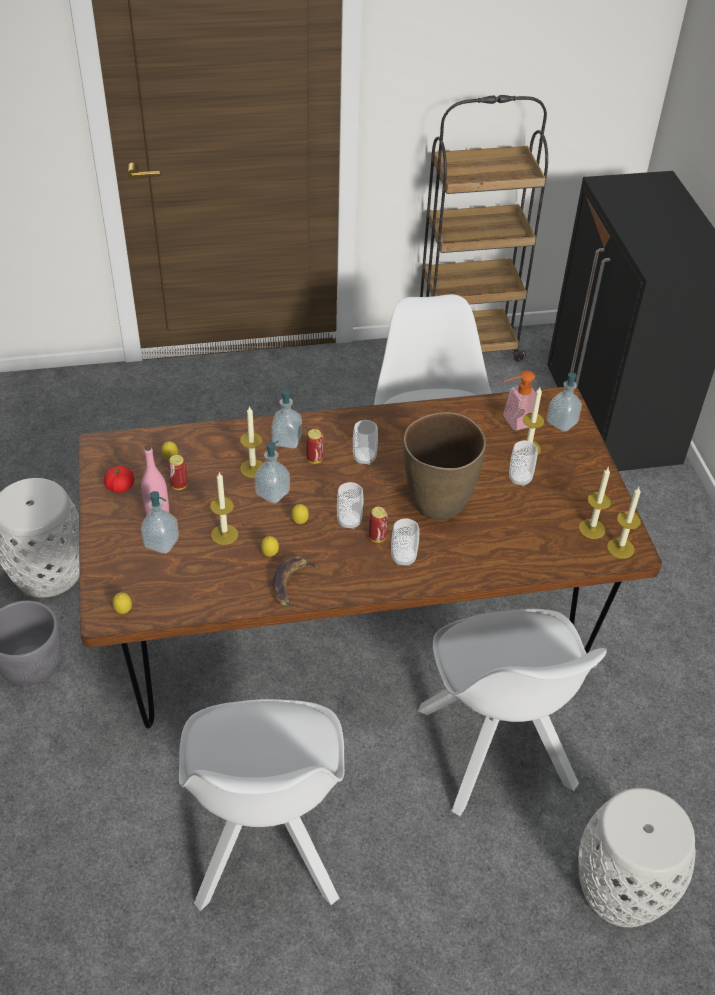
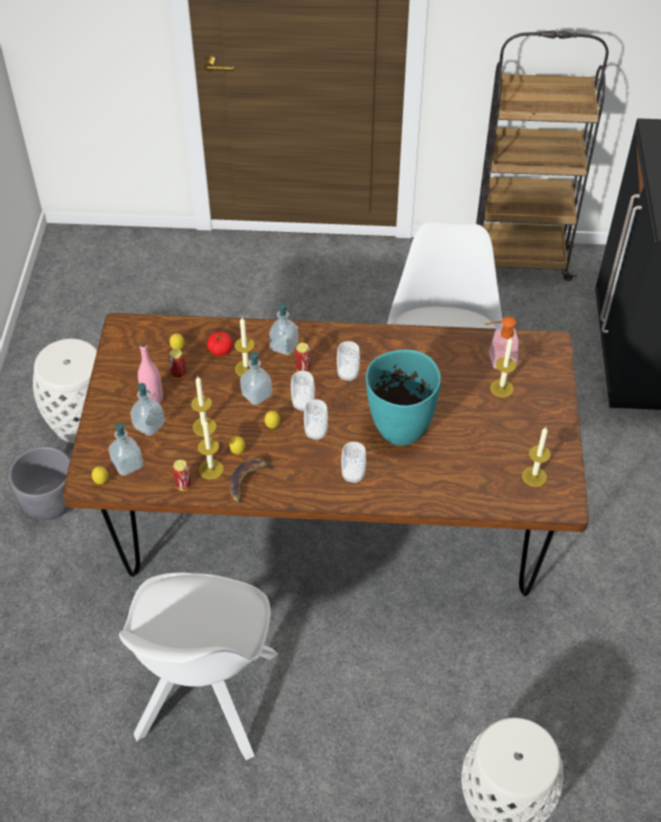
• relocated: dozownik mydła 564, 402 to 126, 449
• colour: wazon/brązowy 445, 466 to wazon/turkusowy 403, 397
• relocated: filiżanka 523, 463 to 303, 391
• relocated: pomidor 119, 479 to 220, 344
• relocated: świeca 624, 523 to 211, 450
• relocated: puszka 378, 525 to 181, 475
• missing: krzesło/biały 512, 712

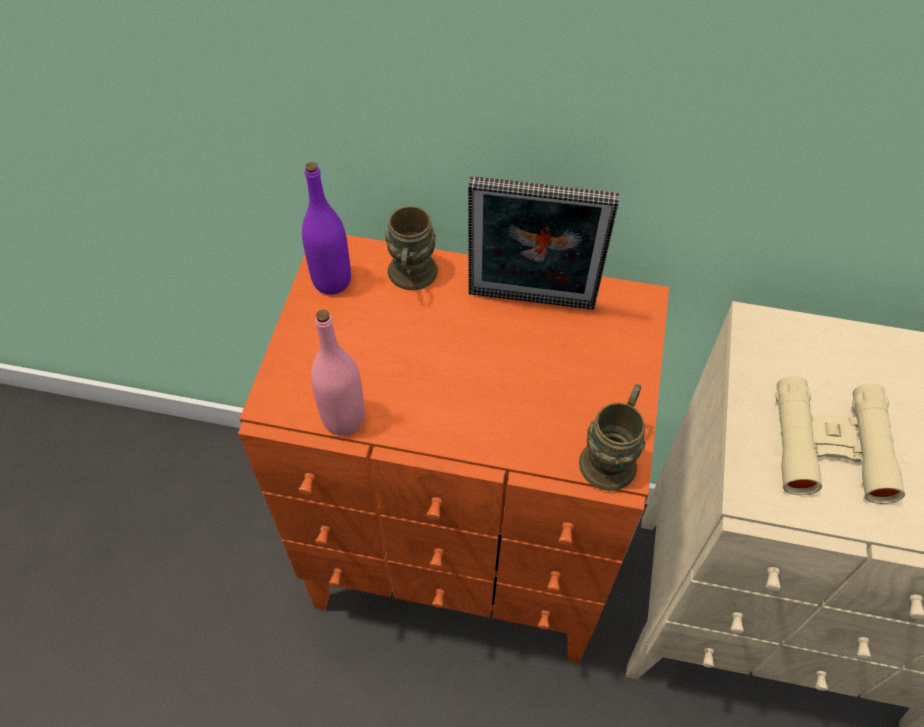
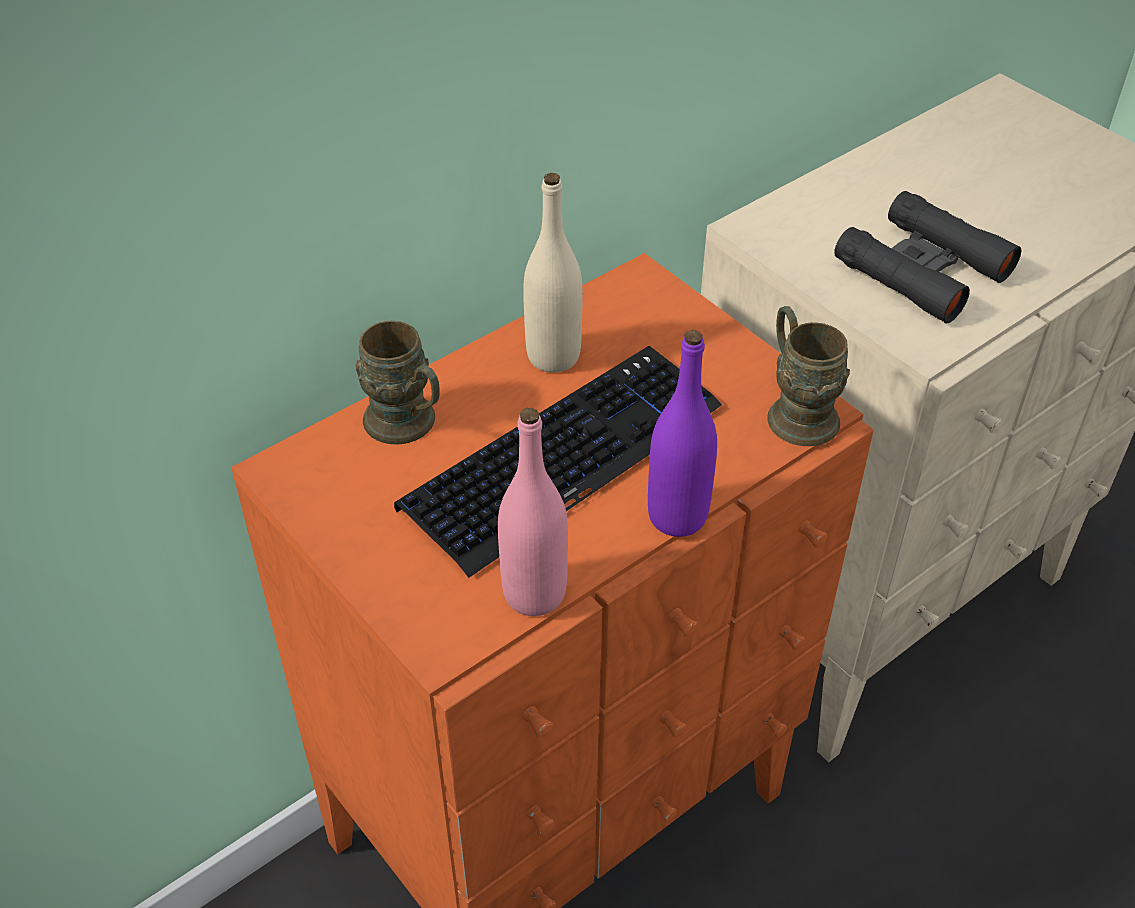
• relocated: butelka/fioletowy 326, 228 to 682, 433
• exchanged: ramka na zdjęcie 544, 243 to butelka/beżowy 553, 273
• colour: lornetka/beżowy 840, 440 to lornetka/czarny 927, 257
• appeared: klawiatura 558, 462

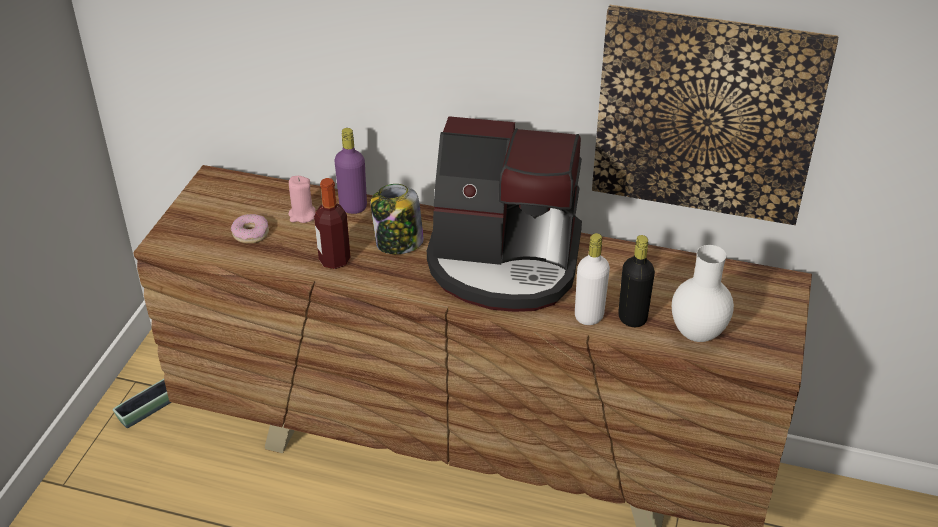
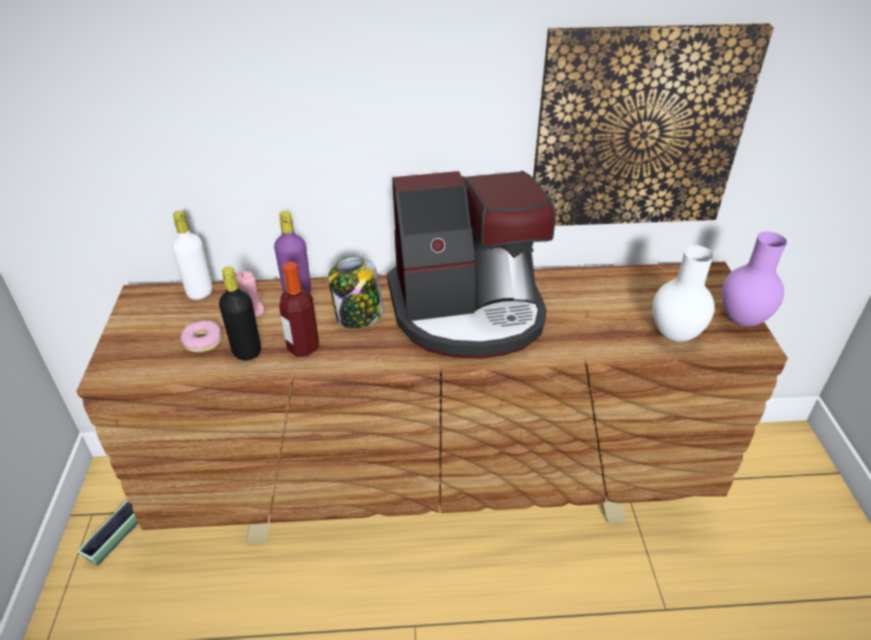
• relocated: butelka/biały 592, 279 to 192, 255
• relocated: butelka/czarny 636, 281 to 240, 313
• appeared: wazon/fioletowy 754, 279

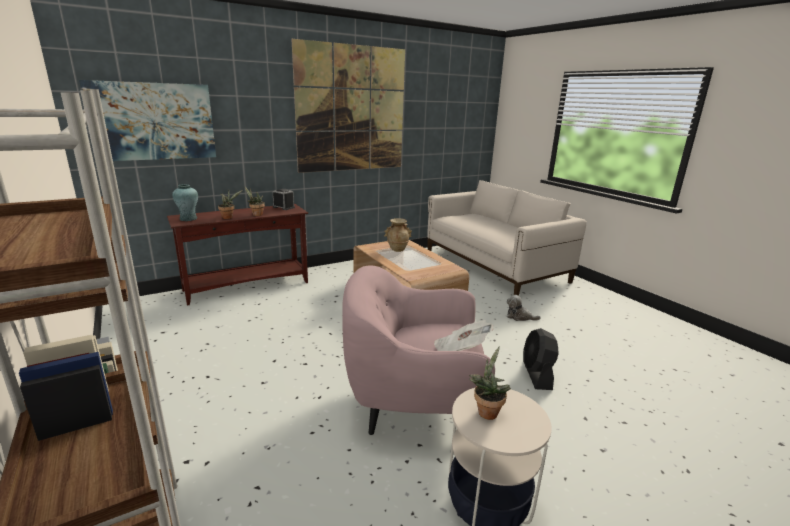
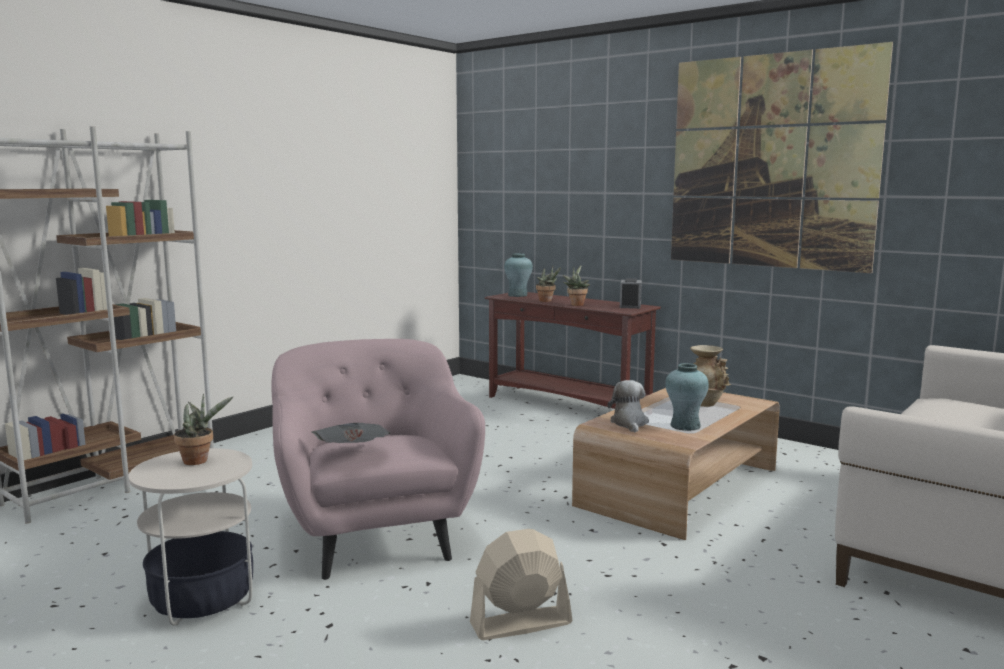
• missing: obraz 147, 120
• relocated: pluszak 524, 308 to 628, 406
• colour: wentylator/czarny 540, 359 to wentylator/beżowy 521, 584
• appeared: wazon/turkusowy 687, 397

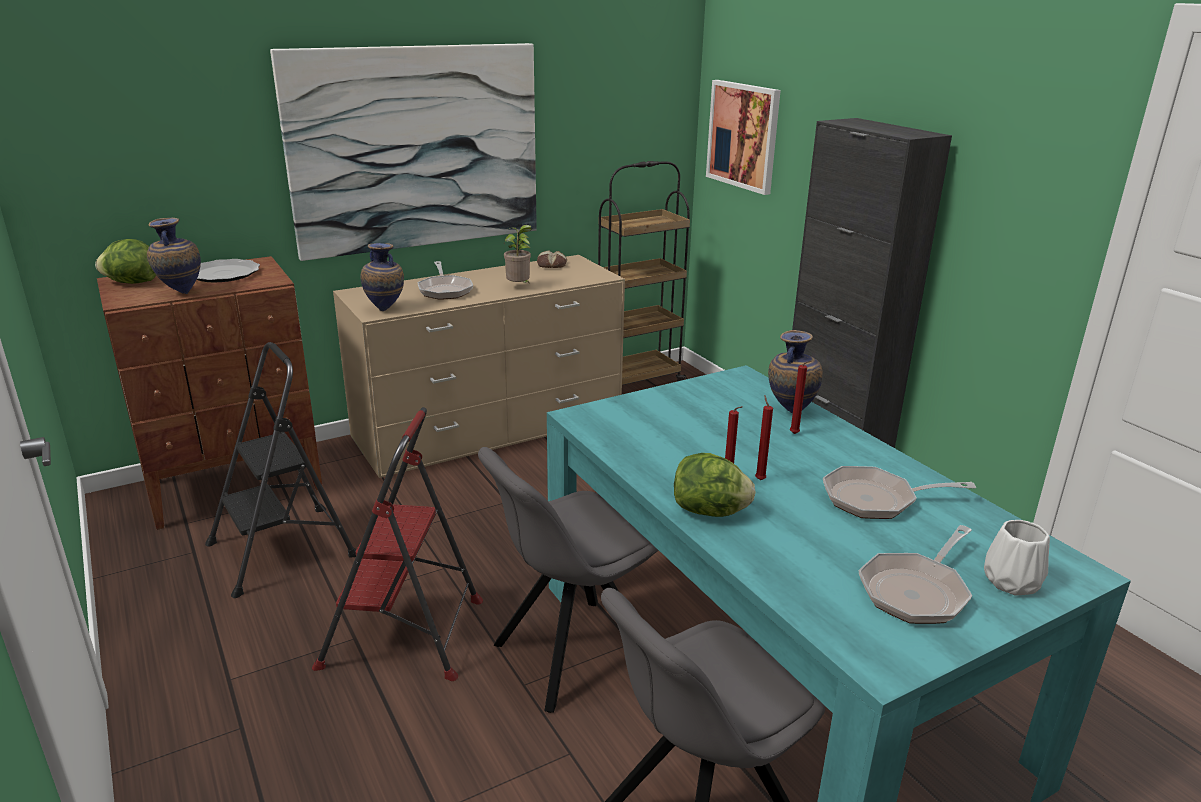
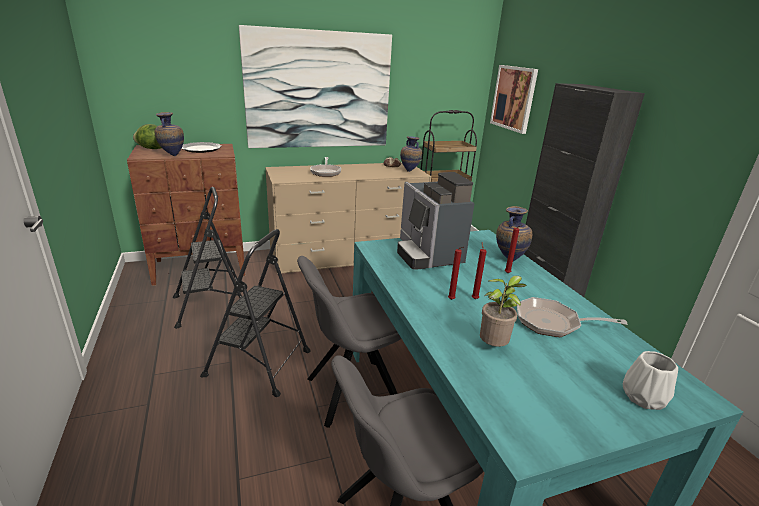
• relocated: roślina doniczkowa 518, 254 to 503, 311
• relocated: wazon 382, 277 to 411, 154
• colour: drabinka/czerwony 397, 544 to drabinka/czarny 255, 313
• missing: sałata 715, 485
• missing: patelnia 916, 574
• appeared: ekspres do kawy 436, 221

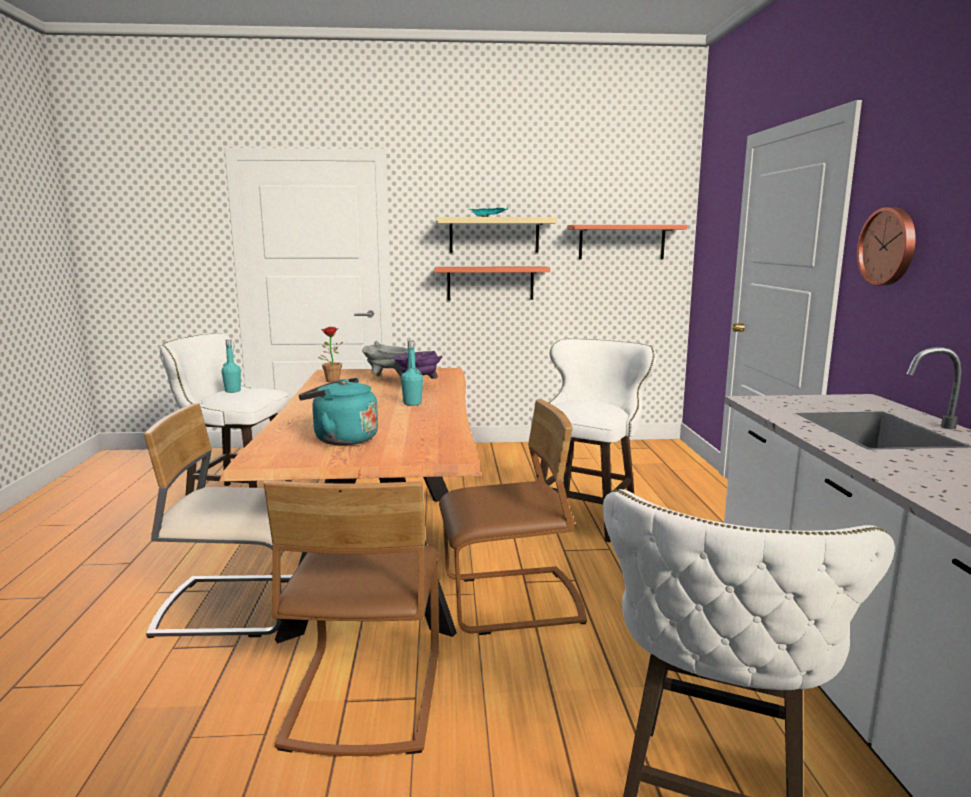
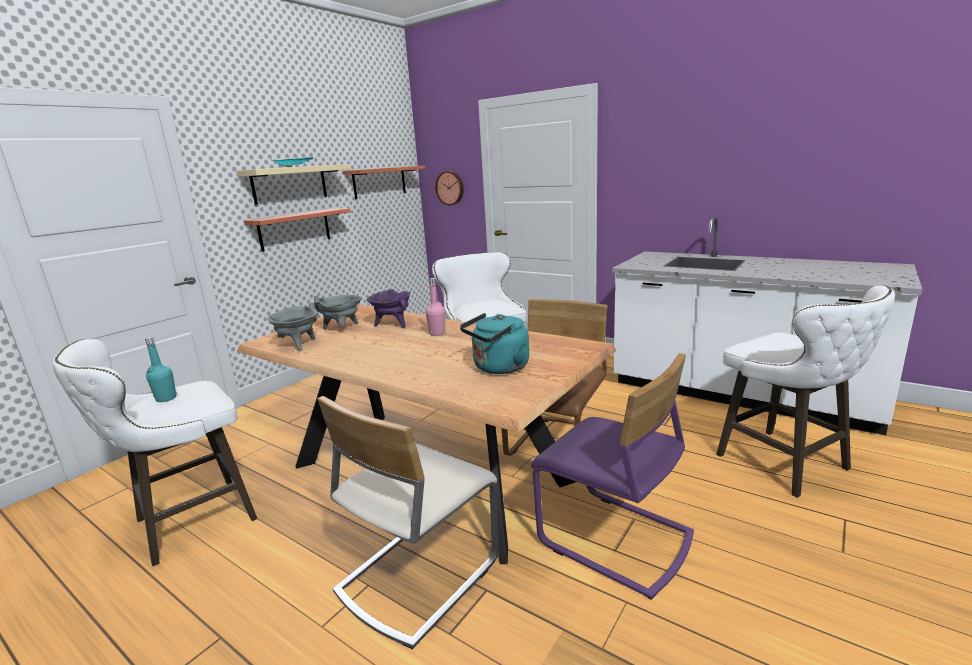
• relocated: zegar ścienny 886, 246 to 449, 188
• exchanged: roślina doniczkowa 330, 354 to garnek/szary 293, 327
• colour: butelka/turkusowy 412, 373 to butelka/różowy 435, 307
• colour: krzesło/brązowy 351, 618 to krzesło/fioletowy 612, 476

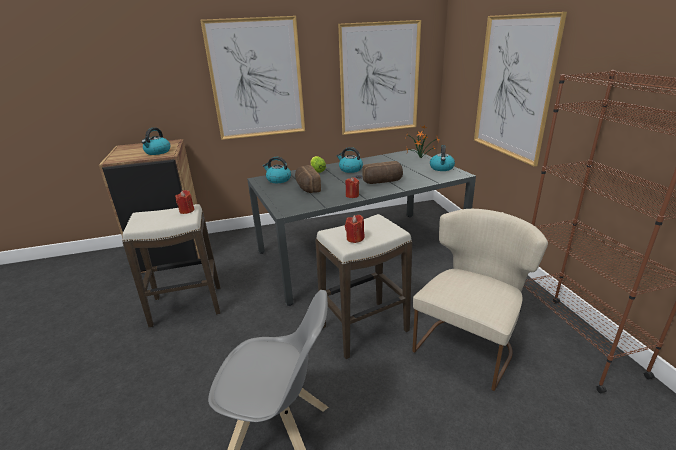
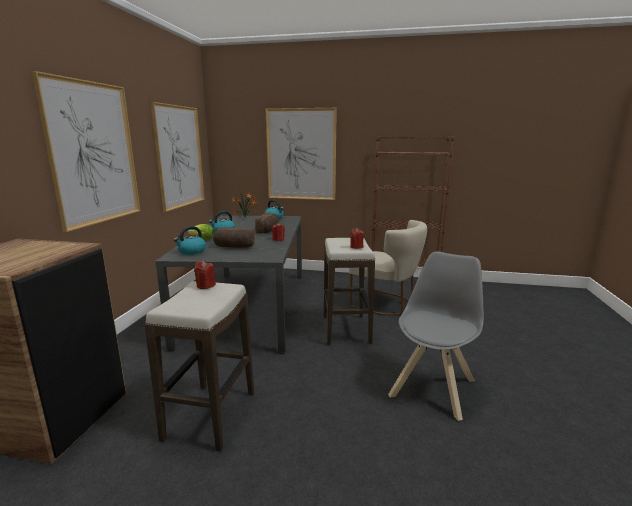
• missing: czajnik 155, 141
• spun: krzesło/beżowy 480, 300 = 388, 268 150 degrees clockwise

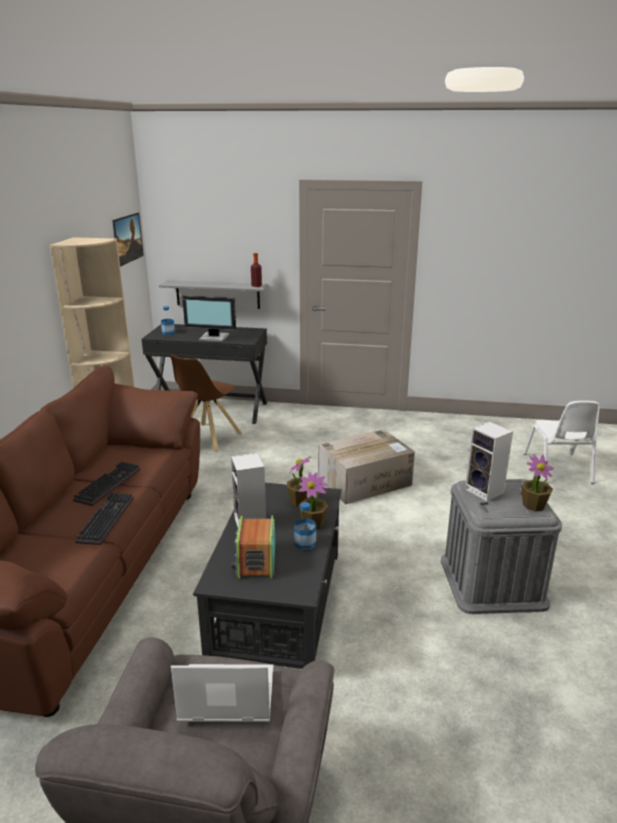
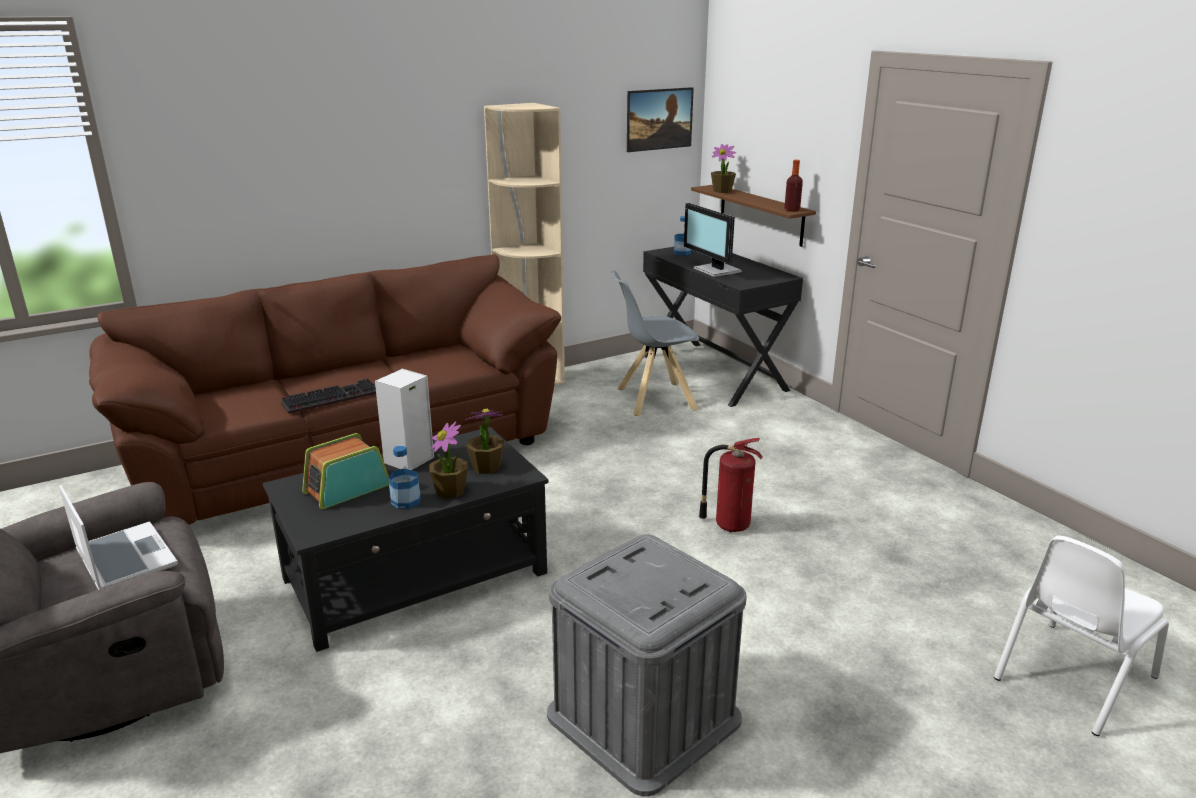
• colour: półka/szary 214, 294 to półka/brązowy 753, 216
• colour: krzesło/brązowy 206, 403 to krzesło/szary 655, 343
• missing: głośnik 489, 461
• exchanged: karton 366, 466 to gaśnica 731, 485
• relocated: roślina doniczkowa 537, 483 to 723, 168
• missing: klawiatura 106, 484

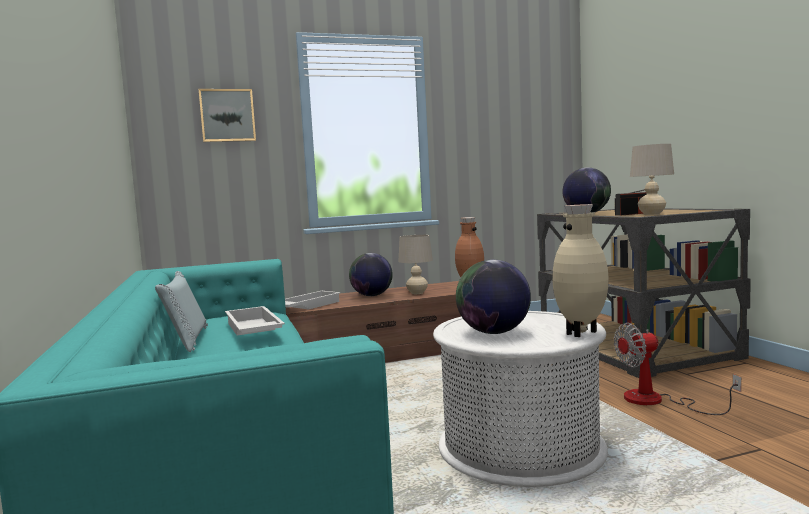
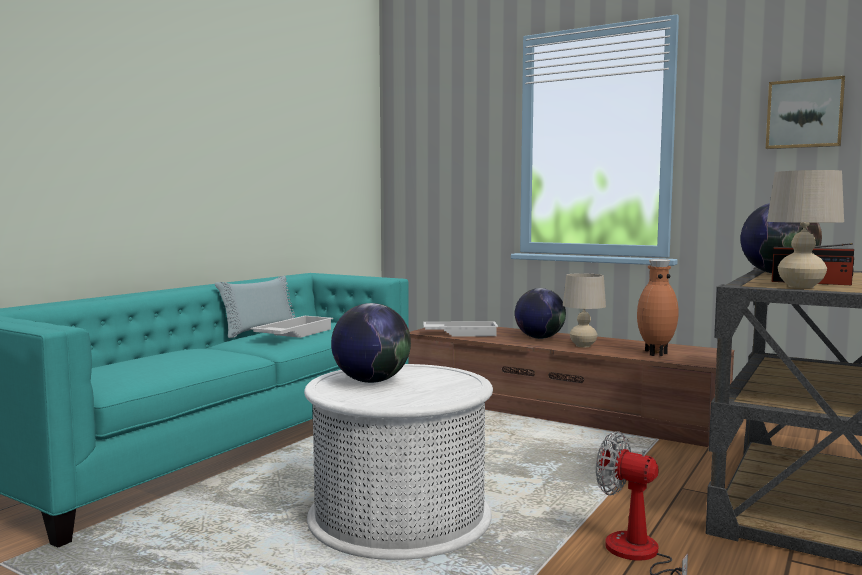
• relocated: obraz 227, 115 to 805, 112
• missing: wazon/beżowy 580, 270

